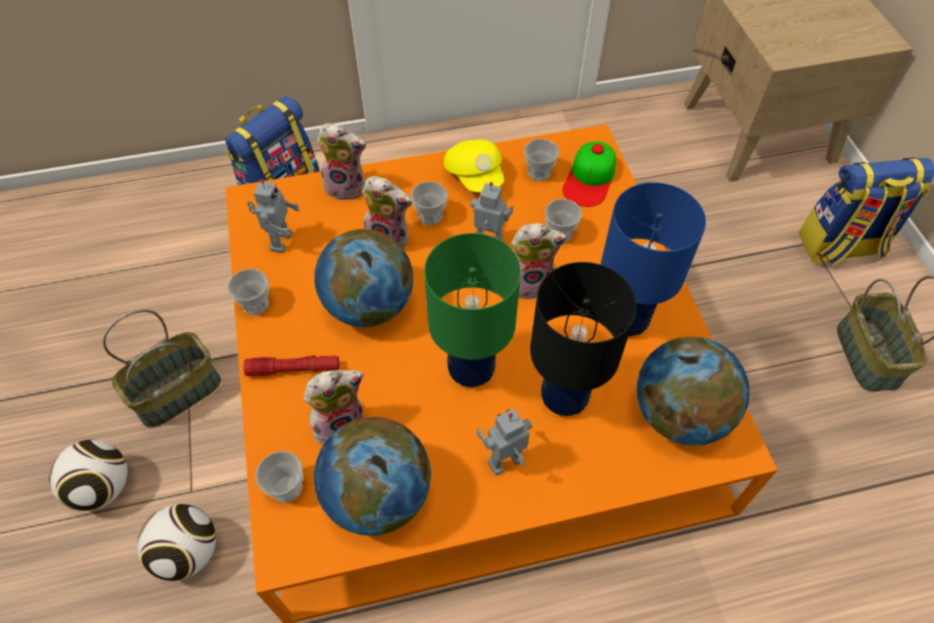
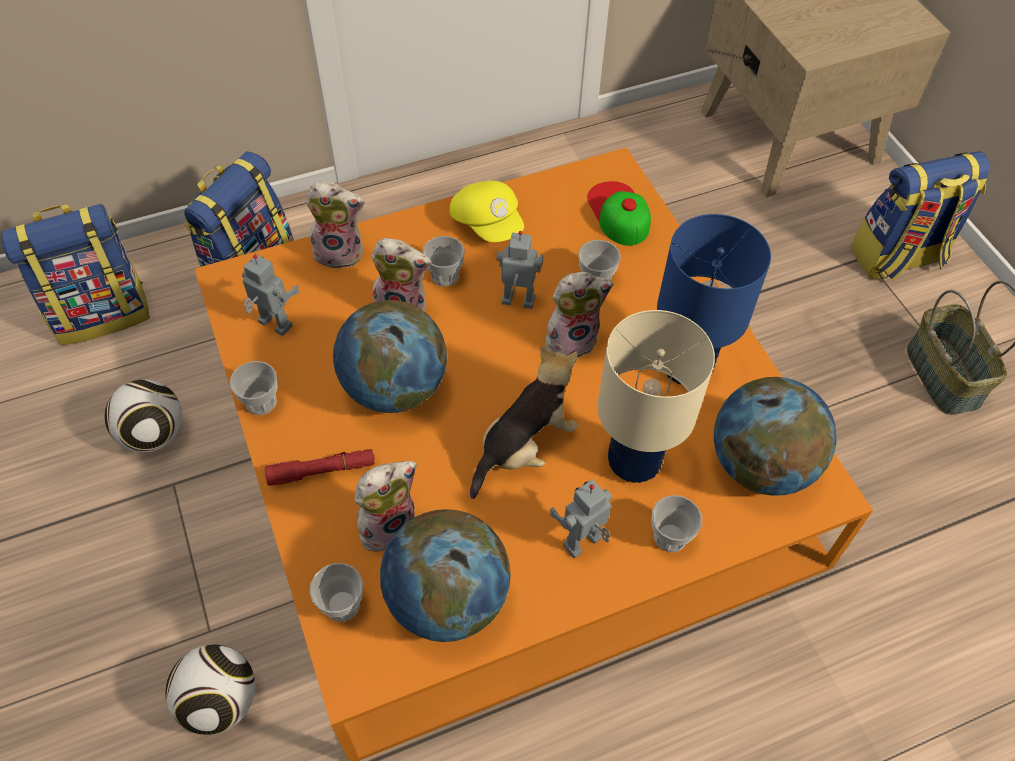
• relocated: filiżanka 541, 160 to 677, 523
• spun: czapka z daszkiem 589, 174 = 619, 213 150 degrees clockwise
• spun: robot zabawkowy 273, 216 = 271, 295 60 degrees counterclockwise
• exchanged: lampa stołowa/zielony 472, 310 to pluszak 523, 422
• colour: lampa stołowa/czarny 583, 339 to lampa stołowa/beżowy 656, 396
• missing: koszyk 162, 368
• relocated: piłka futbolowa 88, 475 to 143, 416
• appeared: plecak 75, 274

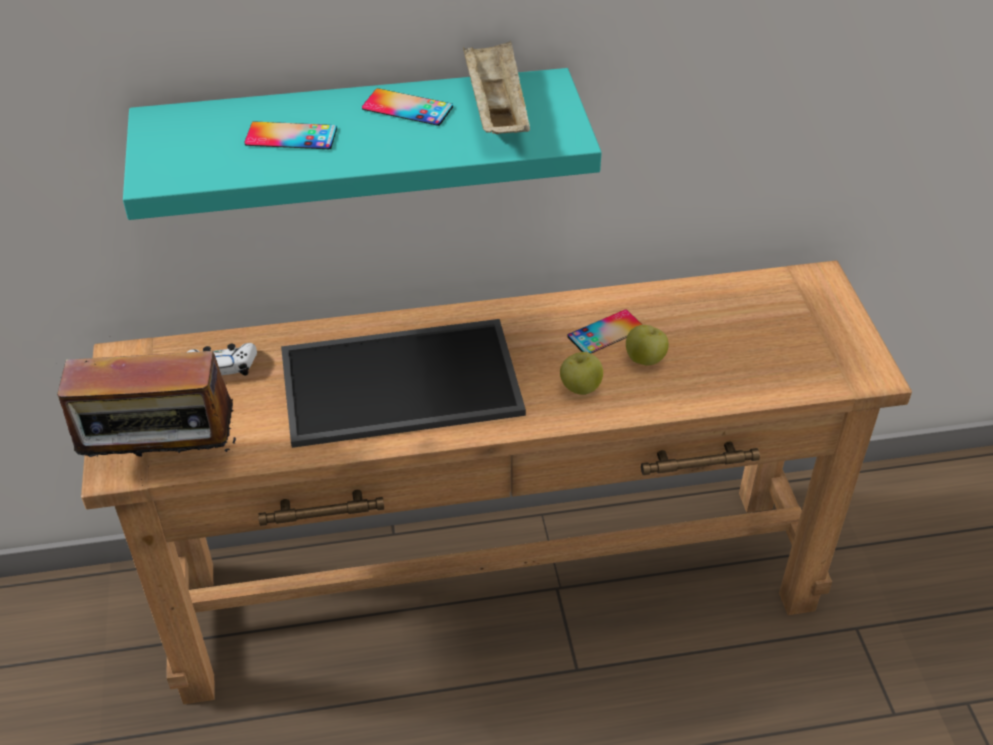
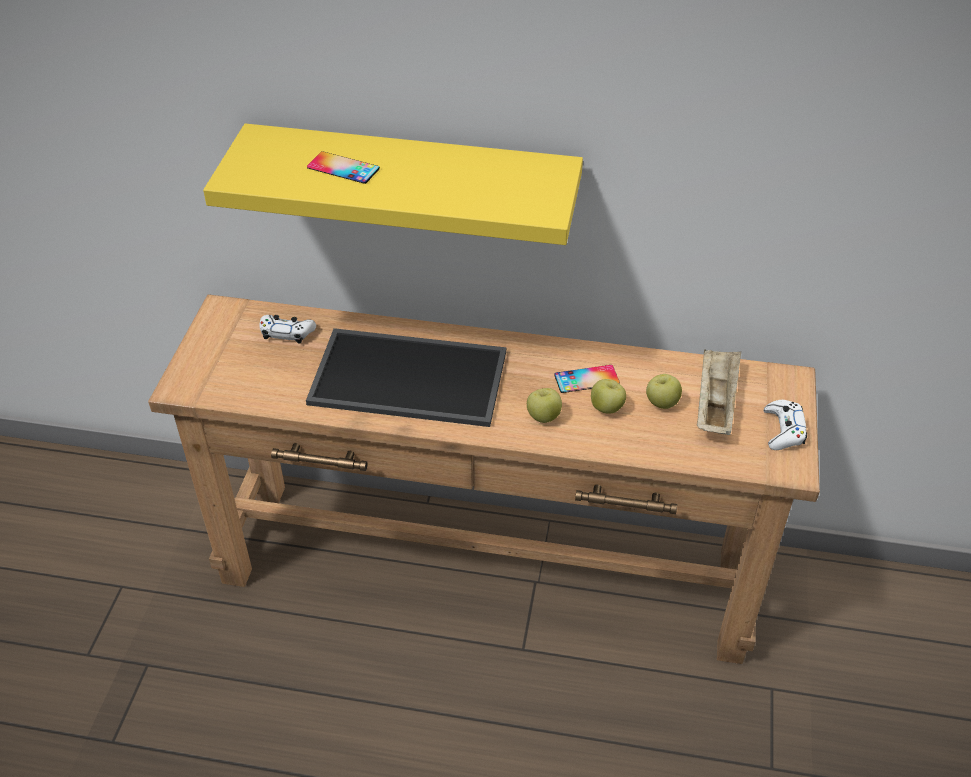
• relocated: taca/beżowy 496, 87 to 719, 392
• colour: półka/turkusowy 362, 144 to półka/żółty 393, 184
• missing: telefon 407, 107
• missing: radio 145, 418
• appeared: jabłko 664, 391
• appeared: pad do gier/biały 785, 425

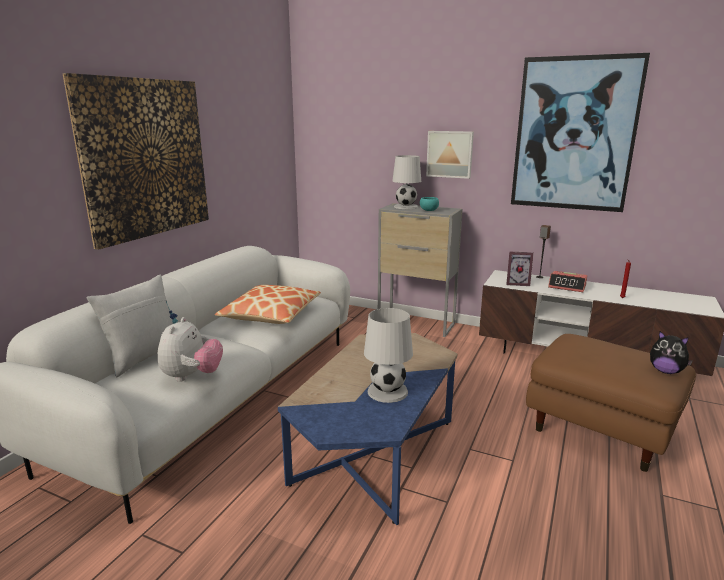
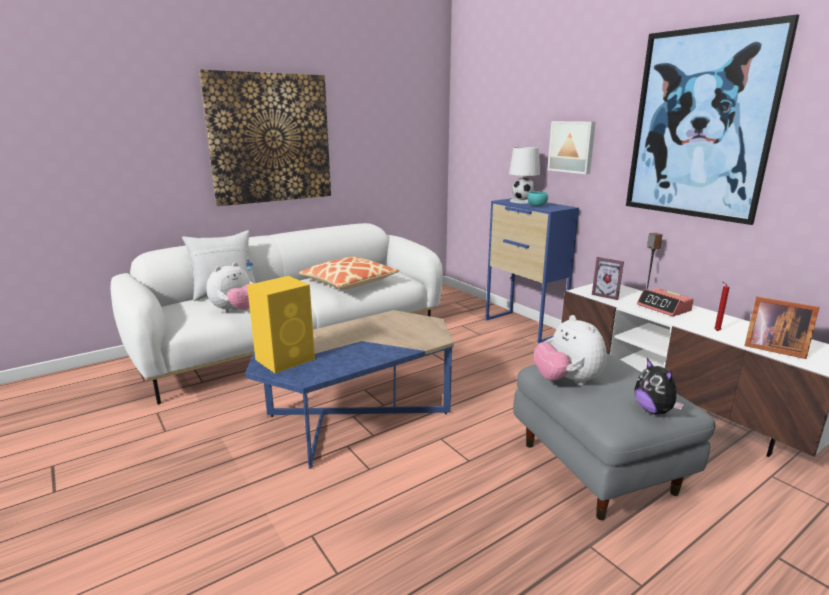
• colour: szafka/szary 420, 270 to szafka/niebieski 532, 271
• missing: lampa stołowa/biały 388, 355
• colour: pufa/brązowy 611, 403 to pufa/szary 614, 437
• appeared: głośnik/żółty 281, 324
• appeared: ramka na zdjęcie 782, 327
• appeared: pluszak 570, 350

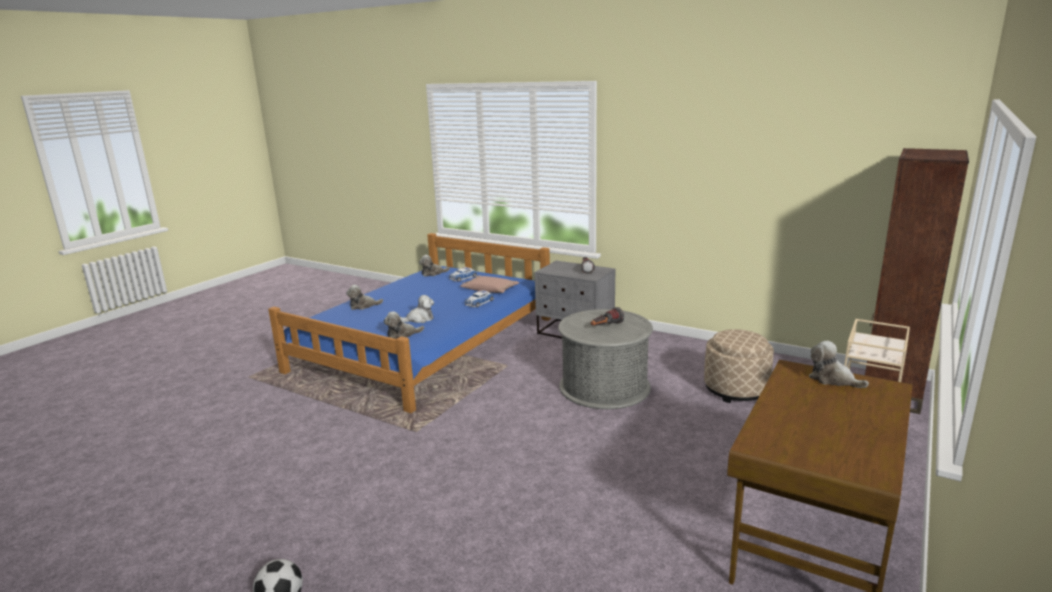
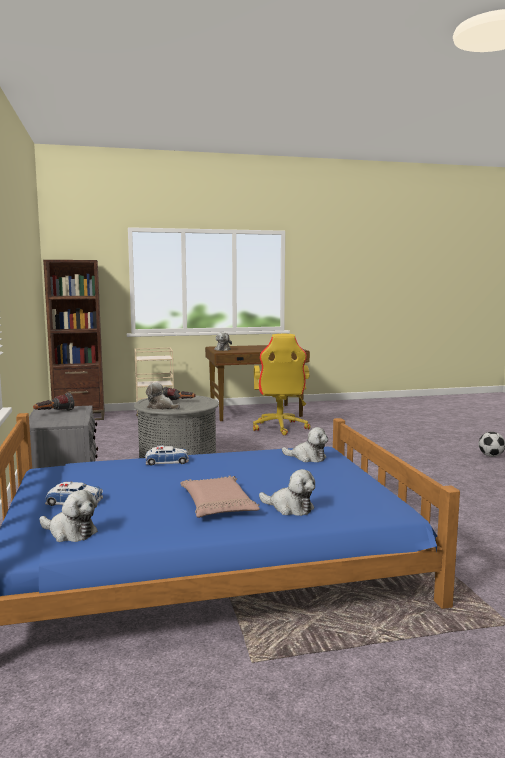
• relocated: poduszka/beżowy 490, 284 to 220, 496
• relocated: pluszak 417, 309 to 163, 395
• missing: pufa/beżowy 739, 366
• appeared: krzesło biurowe/żółty 282, 384

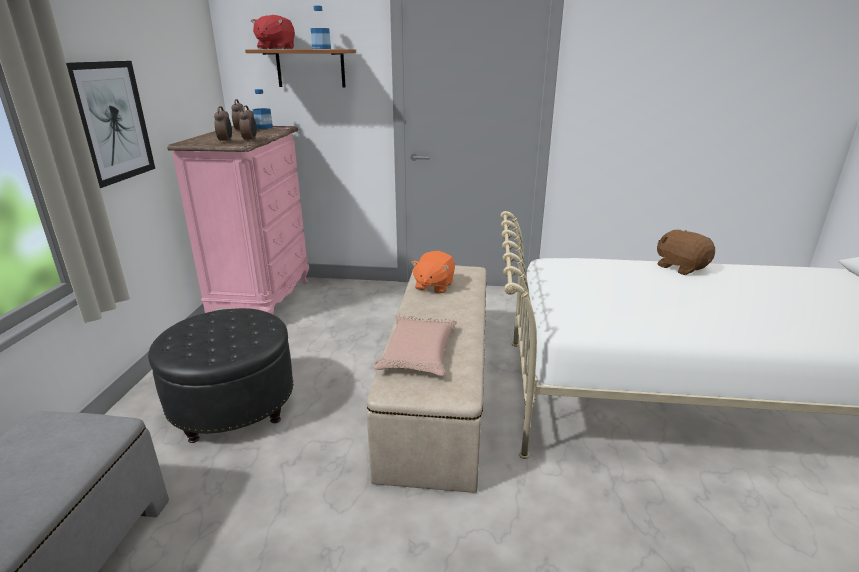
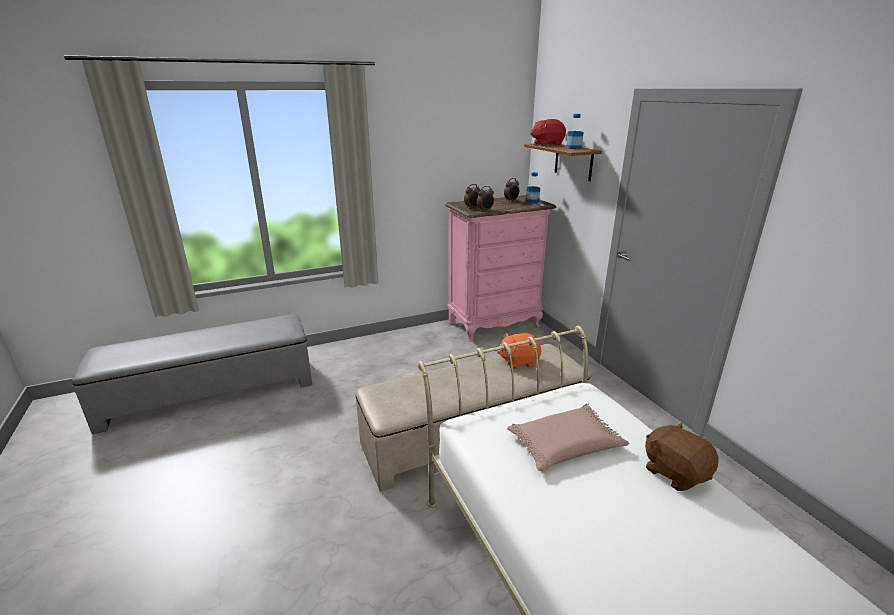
• missing: obraz 110, 124
• spun: pluszak/brązowy 686, 252 = 682, 457 60 degrees counterclockwise
• missing: pufa/czarny 221, 375
• relocated: poduszka/beżowy 415, 344 to 568, 437

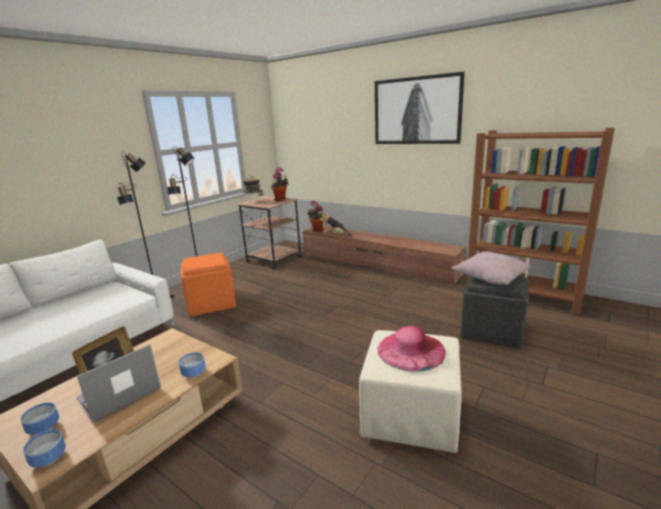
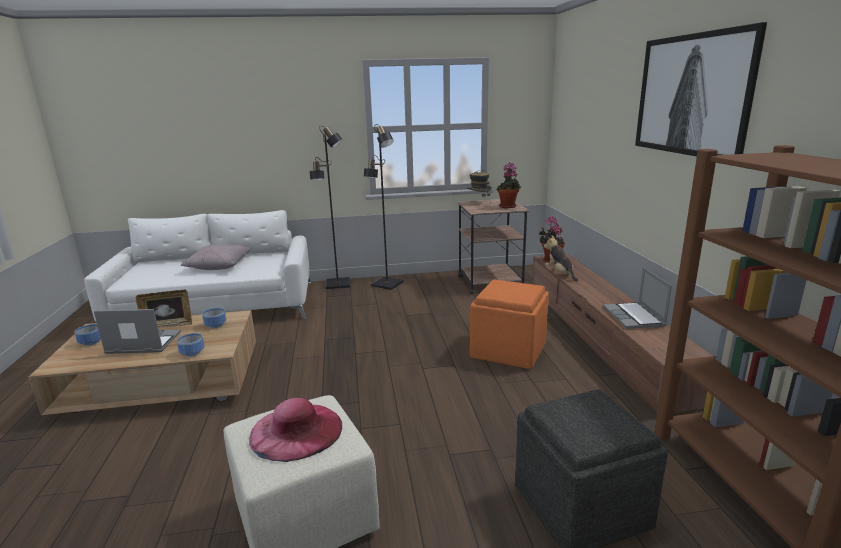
• relocated: pufa/pomarańczowy 208, 284 to 509, 324
• relocated: poduszka/fioletowy 491, 268 to 216, 257
• relocated: miska 44, 448 to 214, 318
• appeared: laptop 637, 298

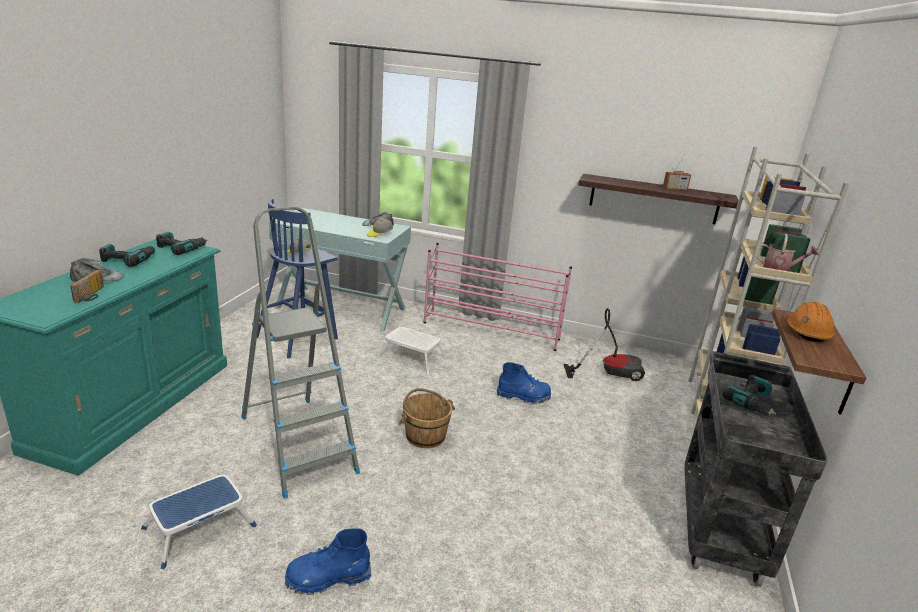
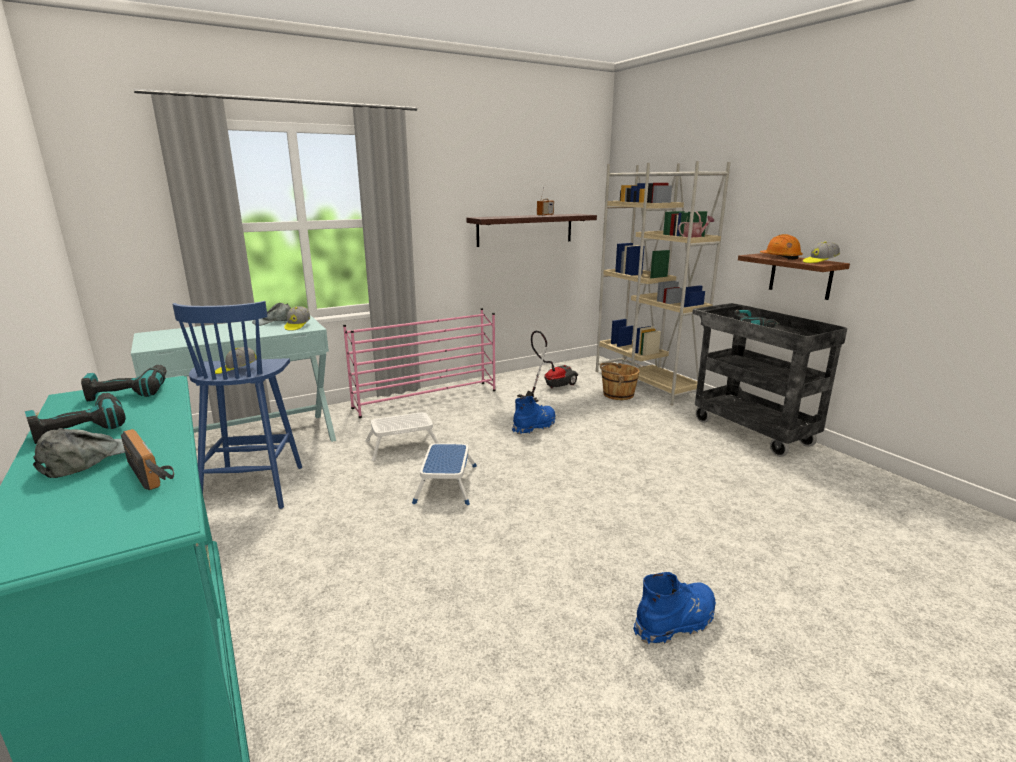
• missing: drabinka/szary 300, 352
• relocated: wiadro/brązowy 426, 418 to 620, 381
• relocated: drabinka/niebieski 199, 522 to 444, 474
• spun: but z cholewką/niebieski 328, 561 = 674, 608 150 degrees counterclockwise
• appeared: czapka z daszkiem 821, 252

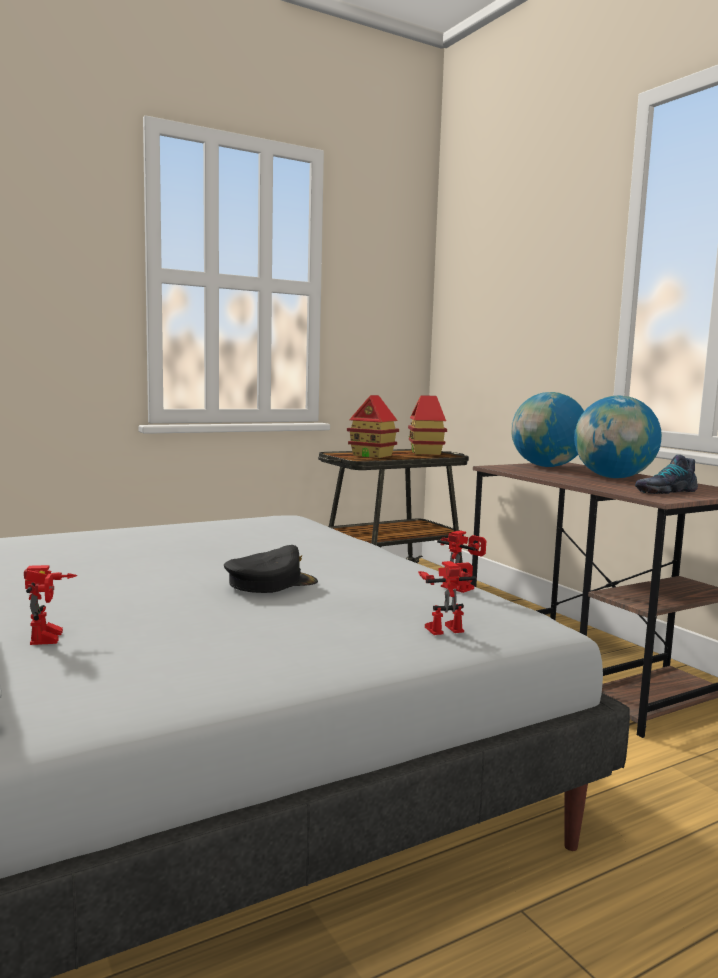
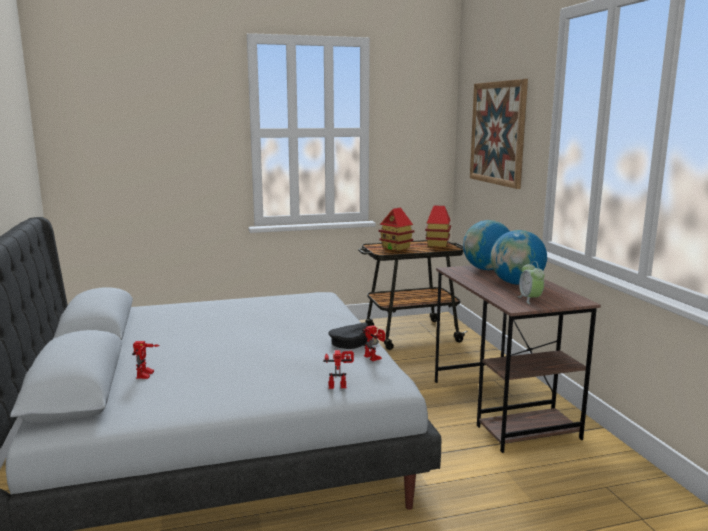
• exchanged: but 666, 474 to budzik 531, 282
• relocated: czapka z daszkiem/czarny 271, 569 to 353, 336
• appeared: obraz 499, 134

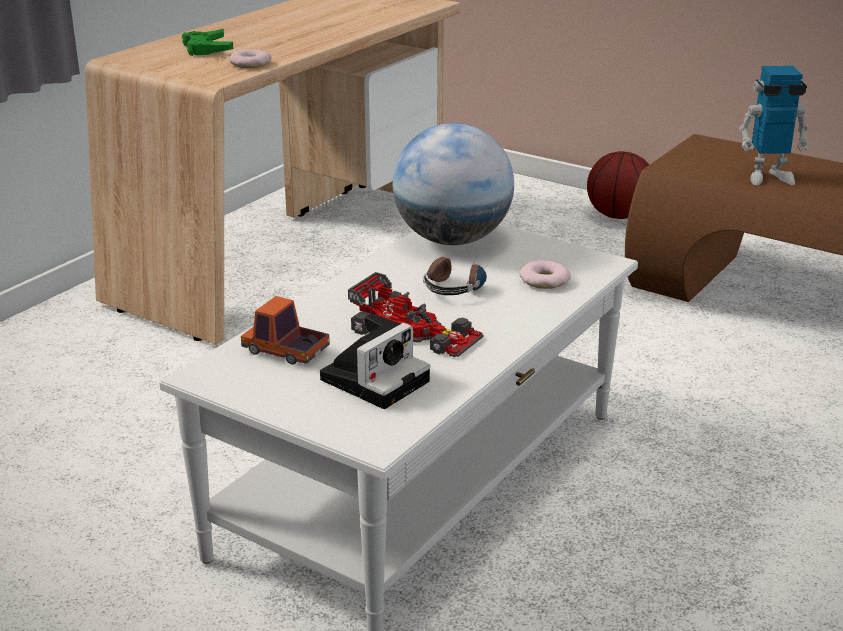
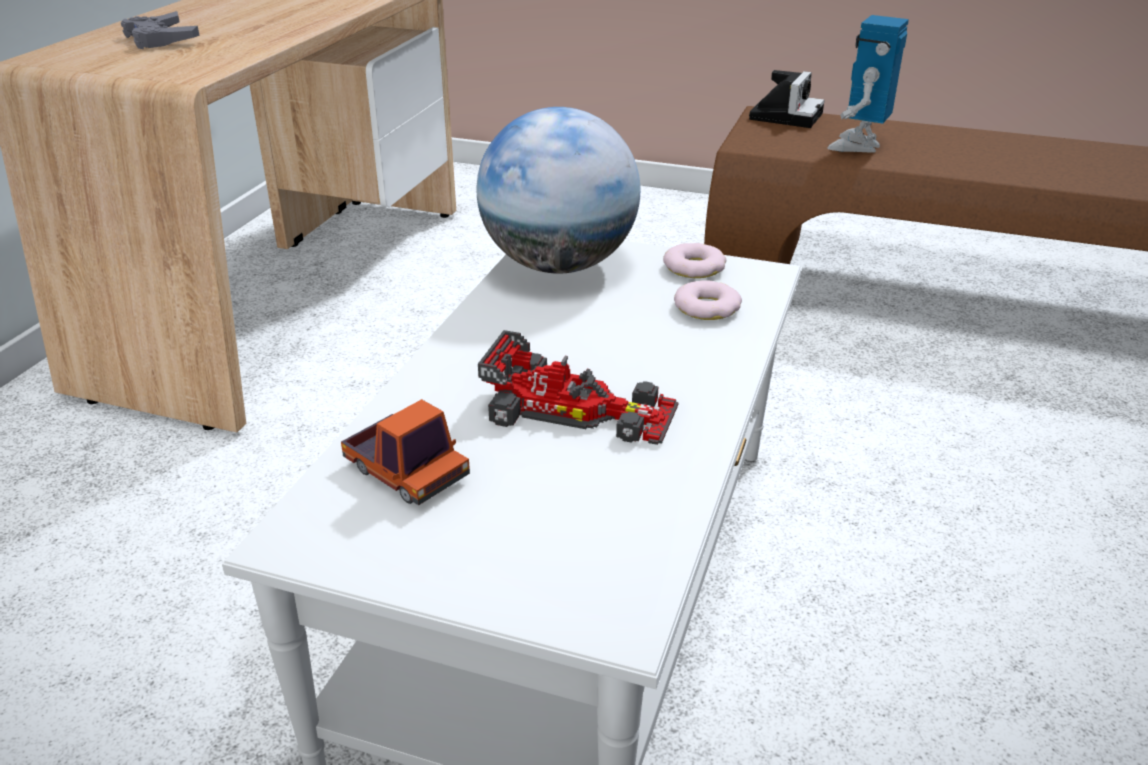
• colour: pad do gier/zielony 207, 42 to pad do gier/szary 160, 30
• relocated: donut 250, 58 to 694, 260
• spun: robot zabawkowy 774, 125 = 868, 83 135 degrees clockwise
• missing: piłka do koszykówki 618, 185
• missing: słuchawki 457, 276
• spun: ciężarówka zabawkowa 285, 330 = 405, 452 150 degrees counterclockwise
• relocated: aparat fotograficzny 375, 361 to 787, 99

